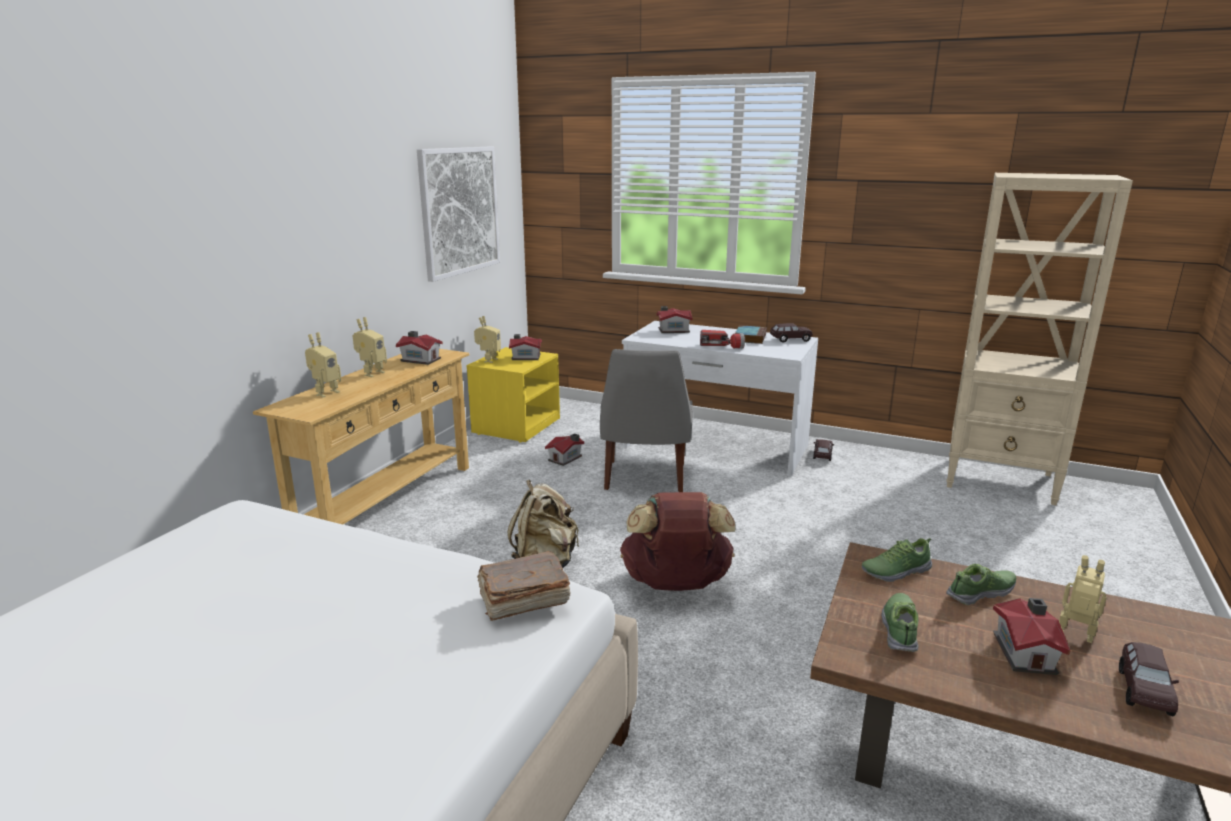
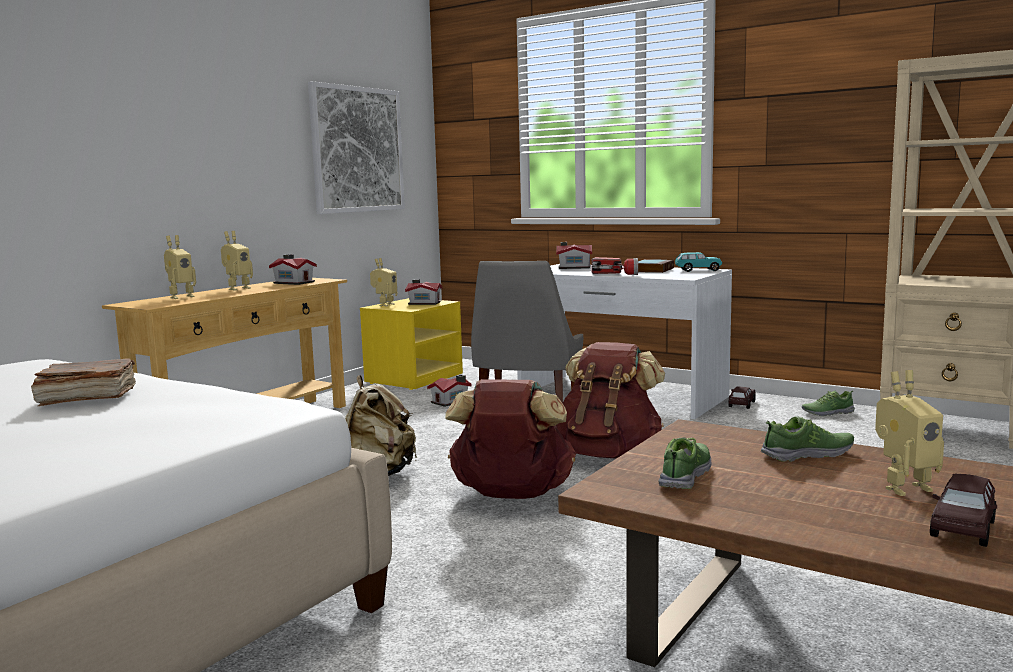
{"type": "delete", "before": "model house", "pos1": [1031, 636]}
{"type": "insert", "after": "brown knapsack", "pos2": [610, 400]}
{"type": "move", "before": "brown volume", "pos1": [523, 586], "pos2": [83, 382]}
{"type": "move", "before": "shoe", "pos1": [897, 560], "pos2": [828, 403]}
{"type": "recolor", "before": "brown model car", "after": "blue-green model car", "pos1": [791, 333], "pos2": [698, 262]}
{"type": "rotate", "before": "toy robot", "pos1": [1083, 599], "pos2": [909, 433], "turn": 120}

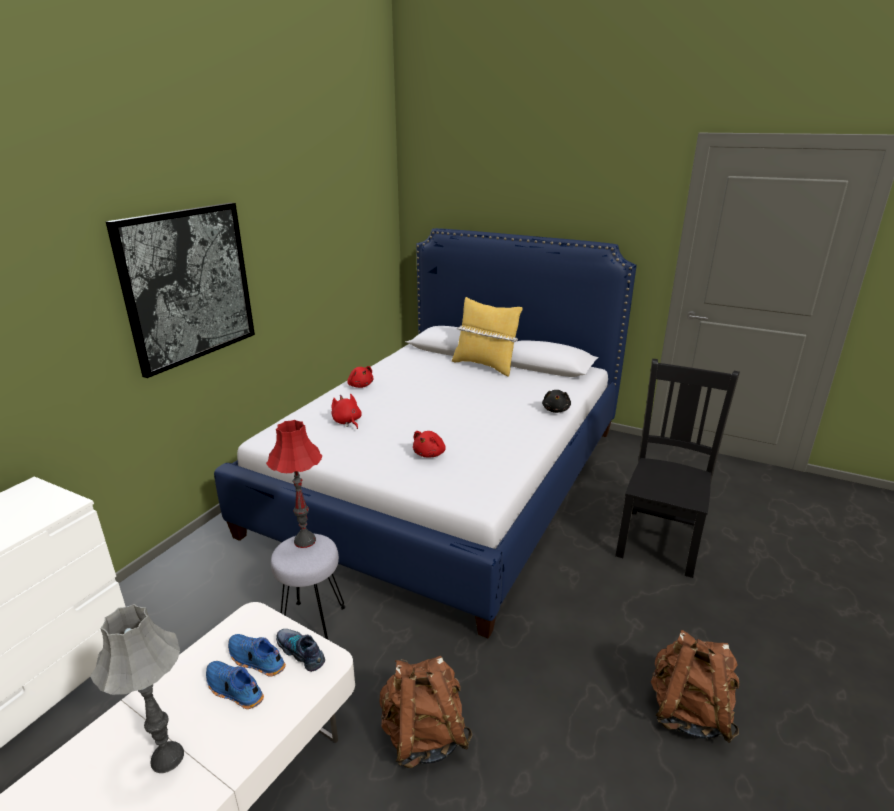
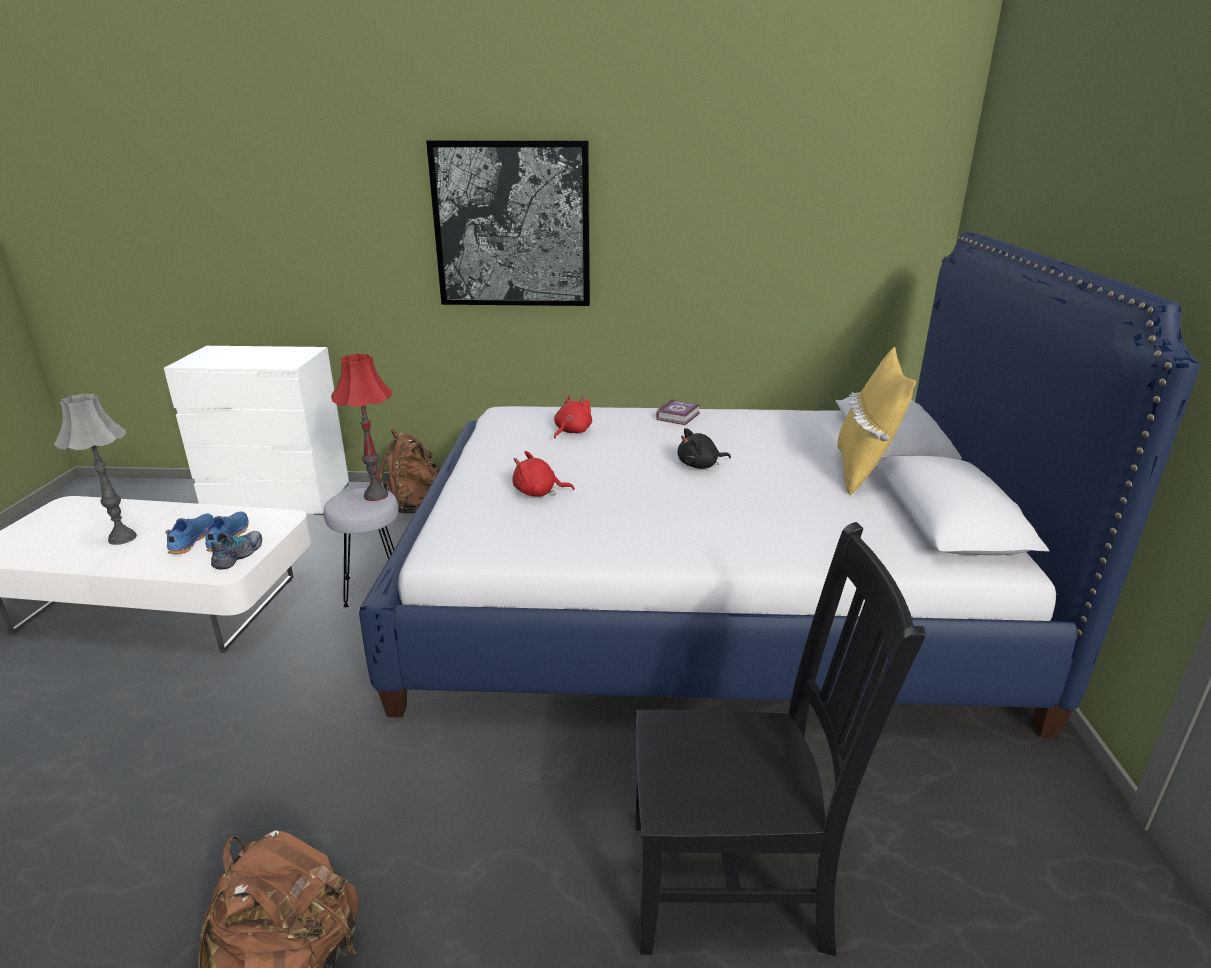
{"type": "move", "before": "brown knapsack", "pos1": [426, 711], "pos2": [408, 471]}
{"type": "move", "before": "black soft toy", "pos1": [556, 401], "pos2": [704, 448]}
{"type": "replace", "before": "reddish soft toy", "after": "volume", "pos1": [360, 377], "pos2": [678, 412]}

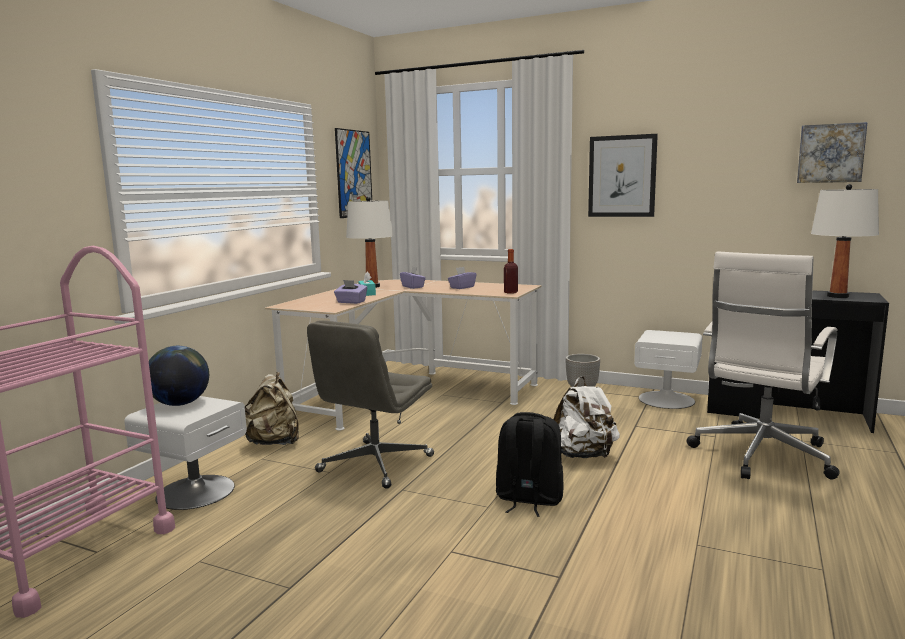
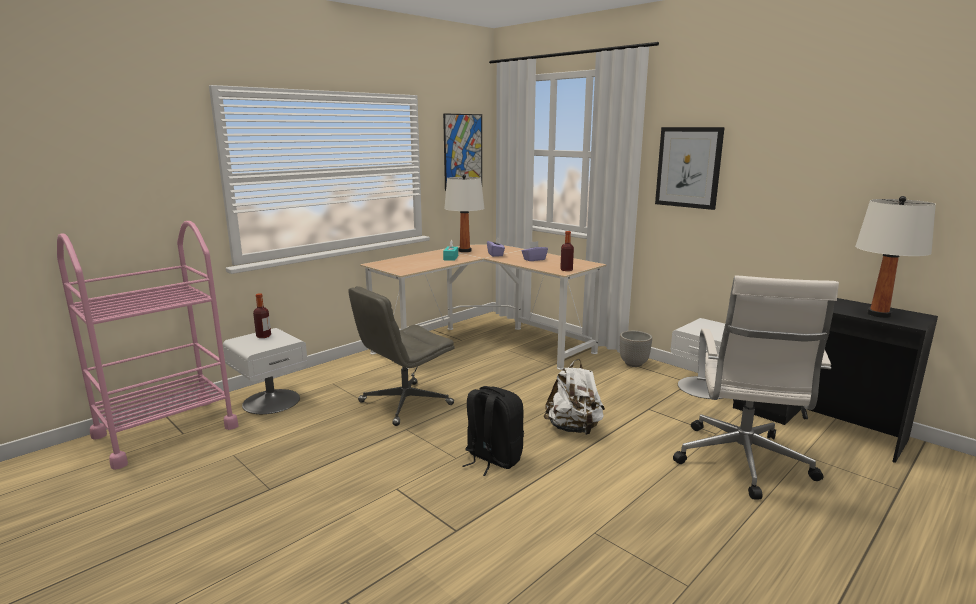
{"type": "delete", "before": "beige-coloured knapsack", "pos1": [271, 408]}
{"type": "delete", "before": "purple tissue holder", "pos1": [350, 292]}
{"type": "delete", "before": "wall art", "pos1": [832, 152]}
{"type": "replace", "before": "globe", "after": "bottle", "pos1": [179, 376], "pos2": [262, 315]}
{"type": "rotate", "before": "whitish computer chair", "pos1": [763, 365], "pos2": [756, 388], "turn": -45}

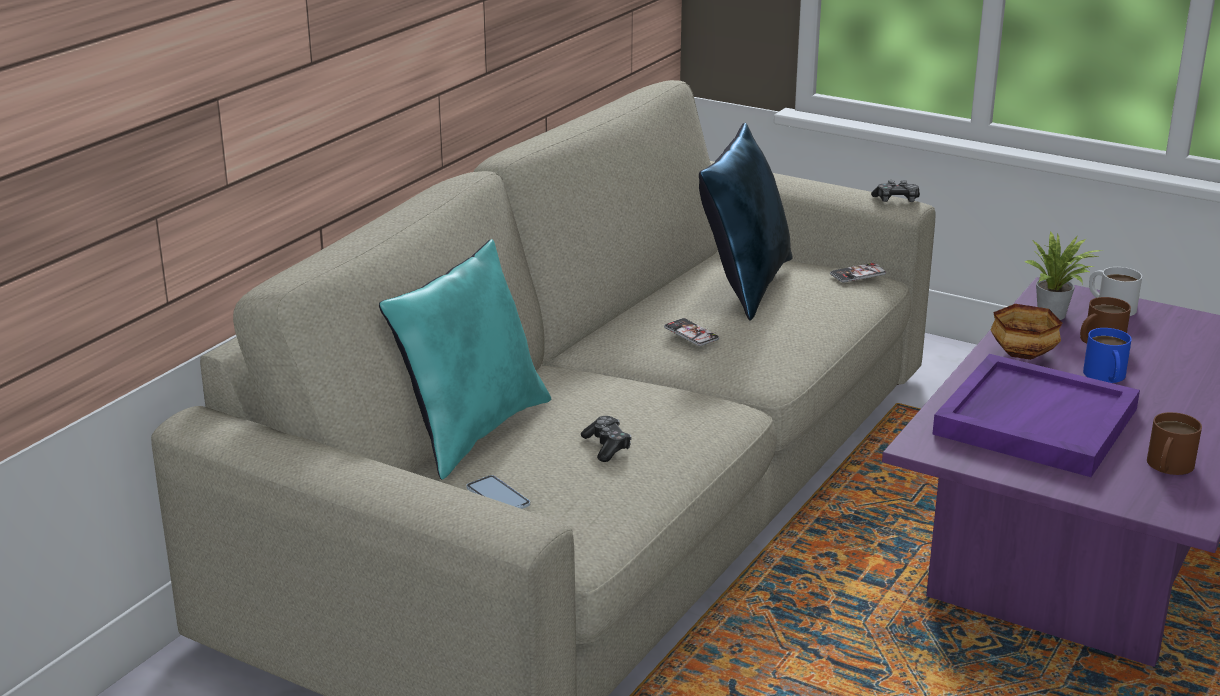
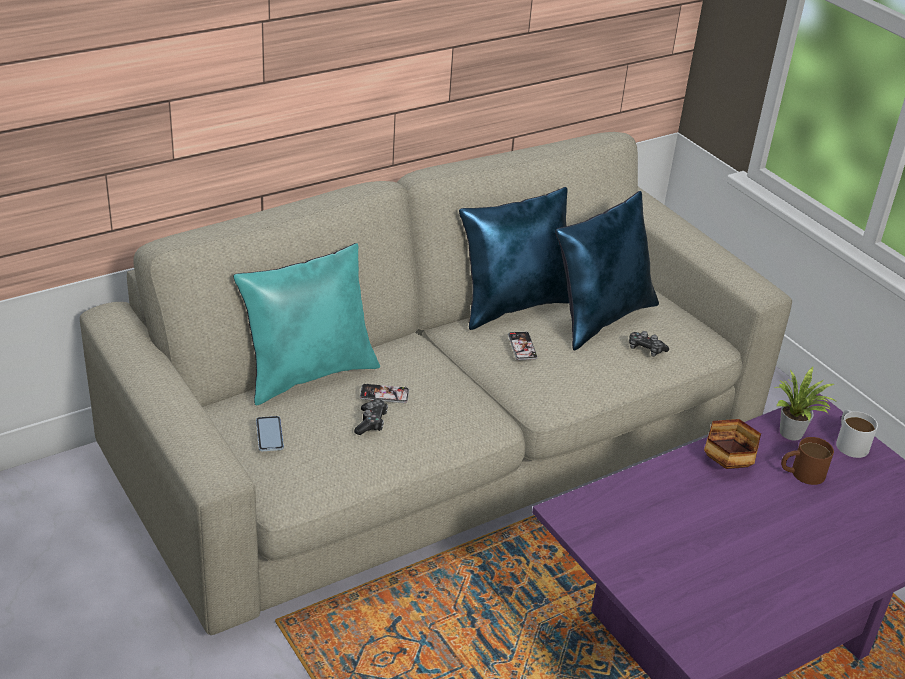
{"type": "delete", "before": "purple serving tray", "pos1": [1036, 415]}
{"type": "delete", "before": "blue coffee mug", "pos1": [1107, 355]}
{"type": "delete", "before": "brown coffee mug", "pos1": [1174, 443]}
{"type": "insert", "after": "blue throw pillow", "pos2": [514, 258]}
{"type": "move", "before": "handset", "pos1": [858, 272], "pos2": [384, 393]}
{"type": "move", "before": "gamepad", "pos1": [895, 191], "pos2": [649, 343]}

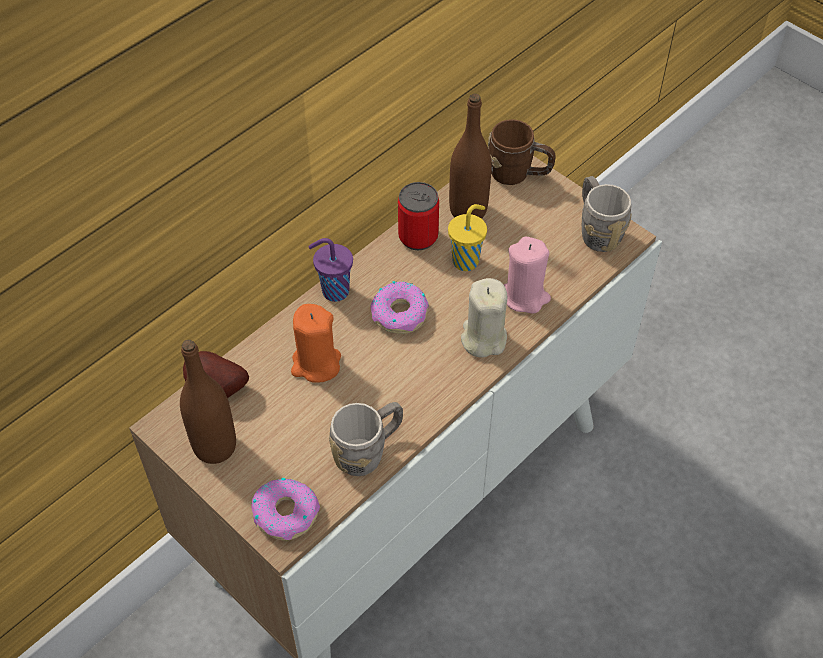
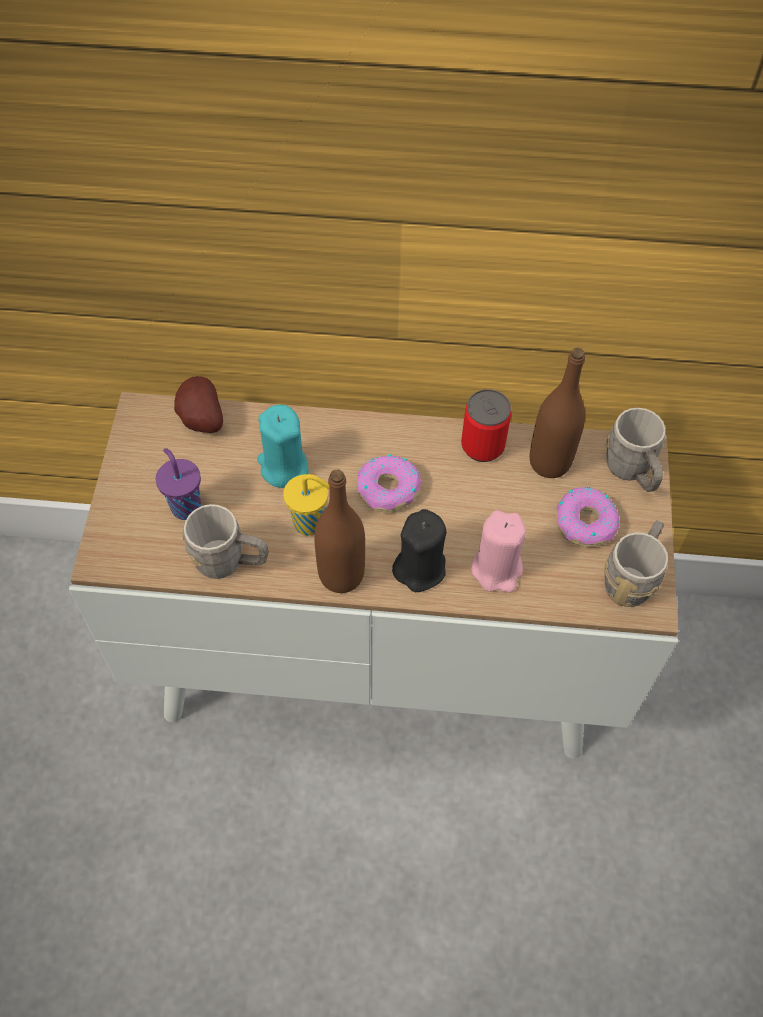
{"type": "move", "before": "brown bottle", "pos1": [208, 402], "pos2": [339, 531]}
{"type": "move", "before": "doughnut", "pos1": [285, 509], "pos2": [588, 517]}
{"type": "move", "before": "purple small cup", "pos1": [330, 270], "pos2": [178, 484]}
{"type": "move", "before": "yellow-coloured small cup", "pos1": [467, 237], "pos2": [306, 505]}
{"type": "recolor", "before": "orange-coloured wax light", "after": "blue-green wax light", "pos1": [316, 343], "pos2": [283, 446]}
{"type": "recolor", "before": "beige-coloured wax light", "after": "black wax light", "pos1": [484, 318], "pos2": [419, 550]}
{"type": "recolor", "before": "brown coffee mug", "after": "grey coffee mug", "pos1": [522, 152], "pos2": [635, 450]}

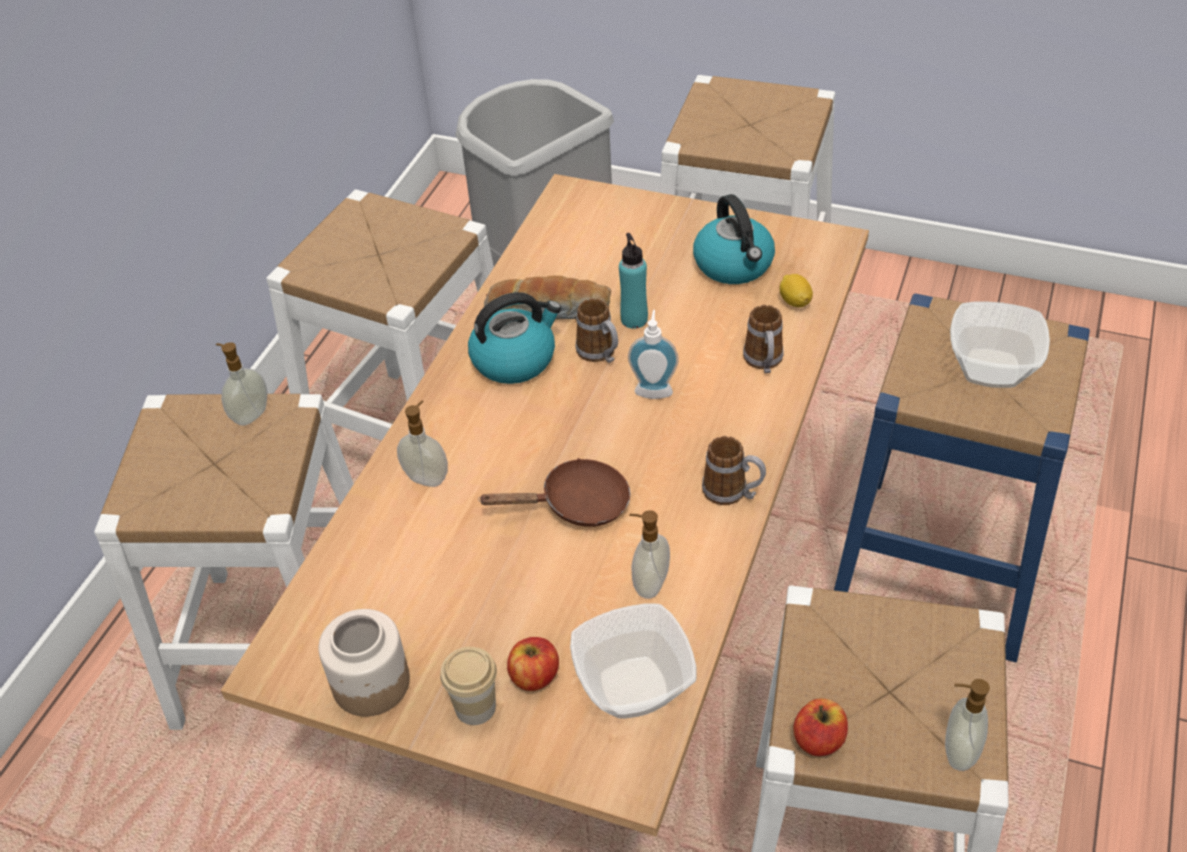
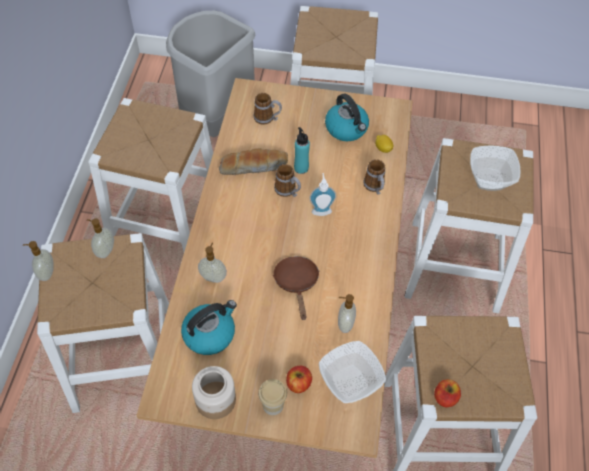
{"type": "move", "before": "tea kettle", "pos1": [514, 338], "pos2": [209, 327]}
{"type": "move", "before": "coffee mug", "pos1": [734, 470], "pos2": [268, 109]}
{"type": "move", "before": "soap bottle", "pos1": [967, 725], "pos2": [38, 261]}
{"type": "recolor", "before": "blue stool seat", "after": "whitish stool seat", "pos1": [962, 477], "pos2": [469, 225]}
{"type": "rotate", "before": "brown pan", "pos1": [554, 492], "pos2": [296, 288], "turn": -75}

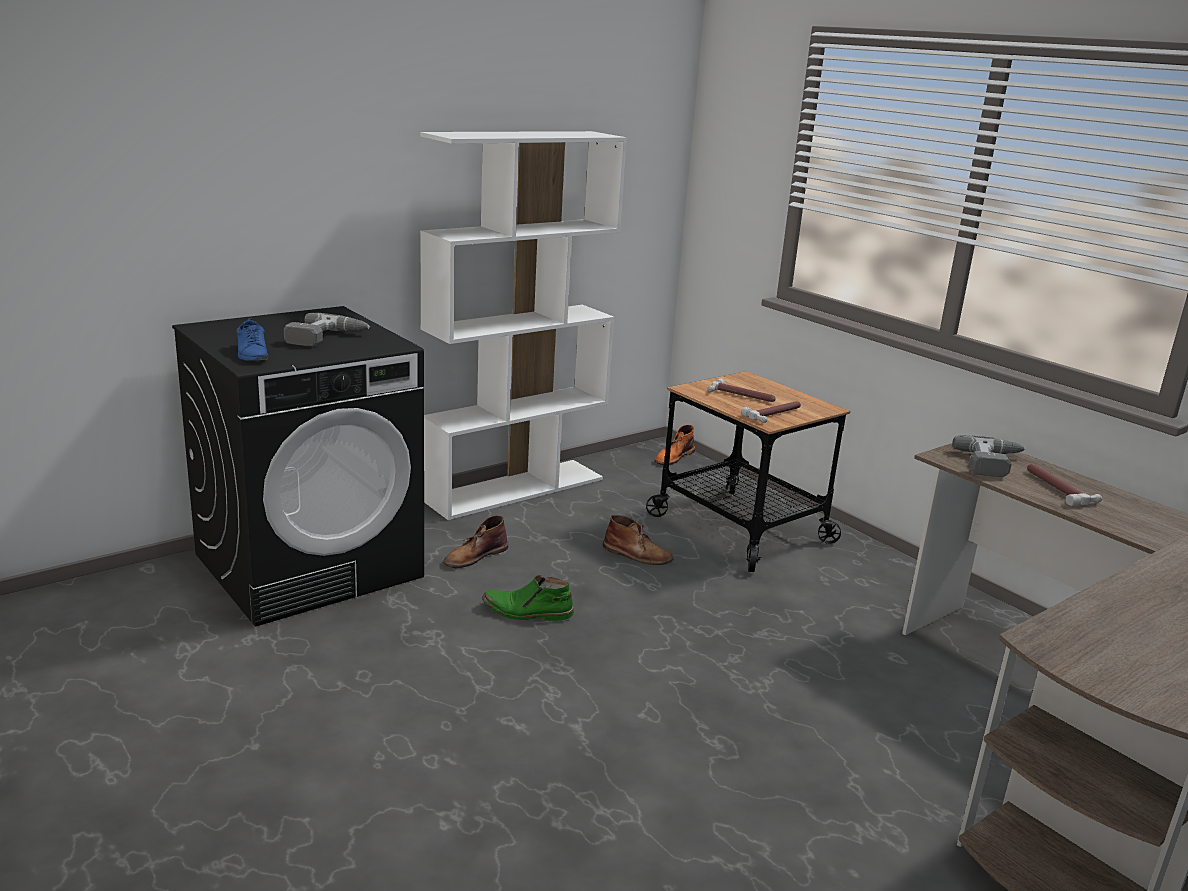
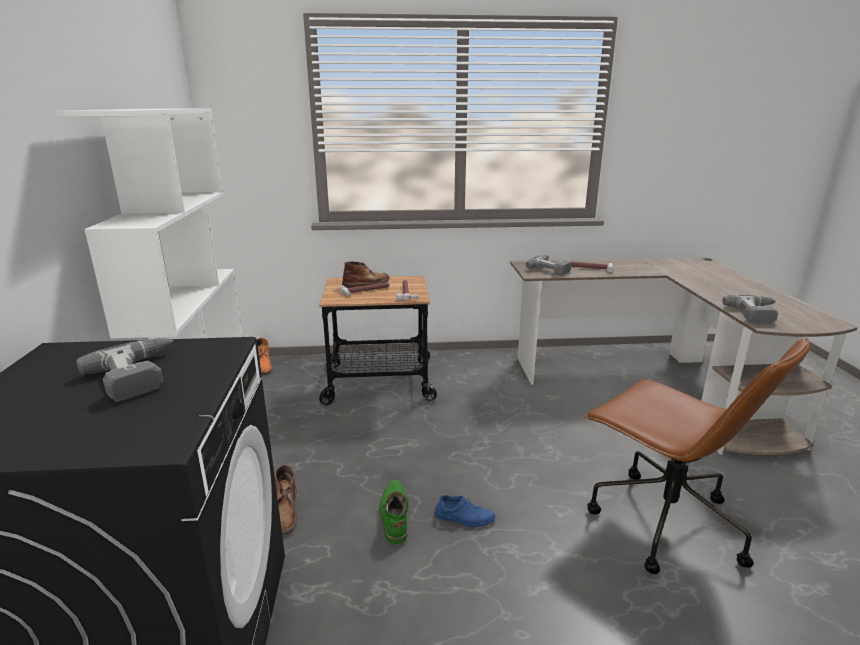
{"type": "insert", "after": "brown computer chair", "pos2": [697, 456]}
{"type": "insert", "after": "drill", "pos2": [750, 309]}
{"type": "move", "before": "blue shoe", "pos1": [252, 339], "pos2": [464, 511]}
{"type": "move", "before": "brown high-top boot", "pos1": [638, 540], "pos2": [366, 274]}
{"type": "rotate", "before": "greenish high-top boot", "pos1": [528, 598], "pos2": [394, 512], "turn": 135}

